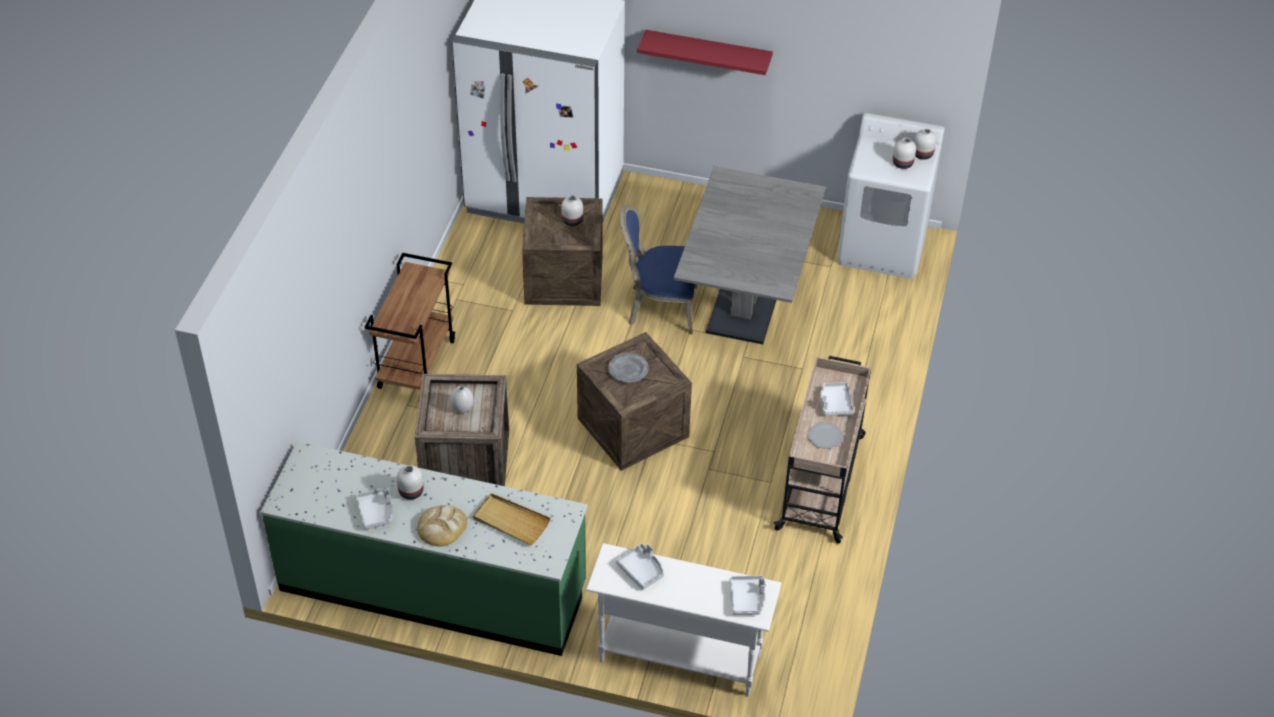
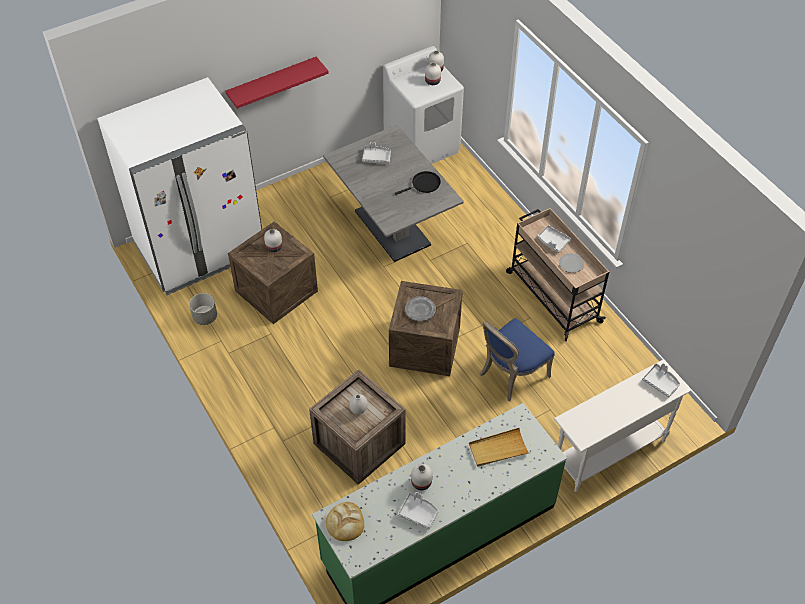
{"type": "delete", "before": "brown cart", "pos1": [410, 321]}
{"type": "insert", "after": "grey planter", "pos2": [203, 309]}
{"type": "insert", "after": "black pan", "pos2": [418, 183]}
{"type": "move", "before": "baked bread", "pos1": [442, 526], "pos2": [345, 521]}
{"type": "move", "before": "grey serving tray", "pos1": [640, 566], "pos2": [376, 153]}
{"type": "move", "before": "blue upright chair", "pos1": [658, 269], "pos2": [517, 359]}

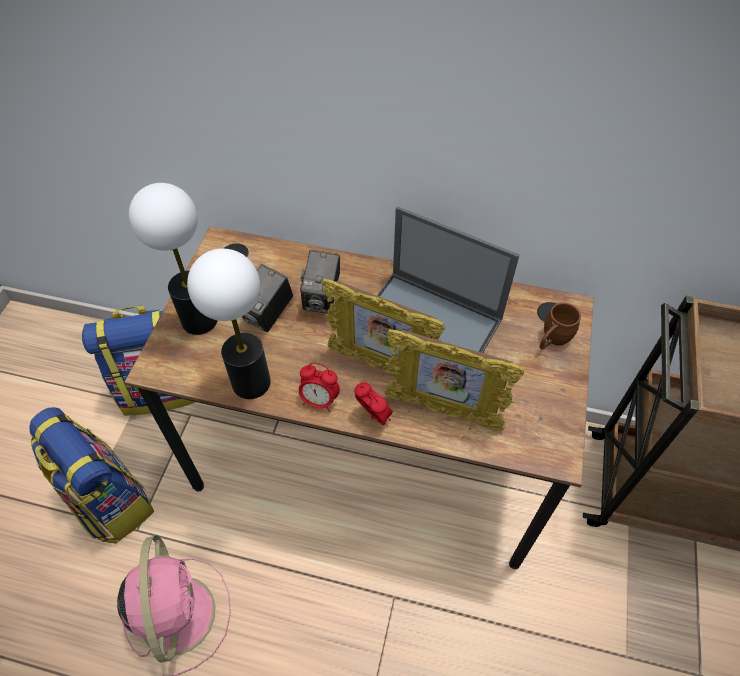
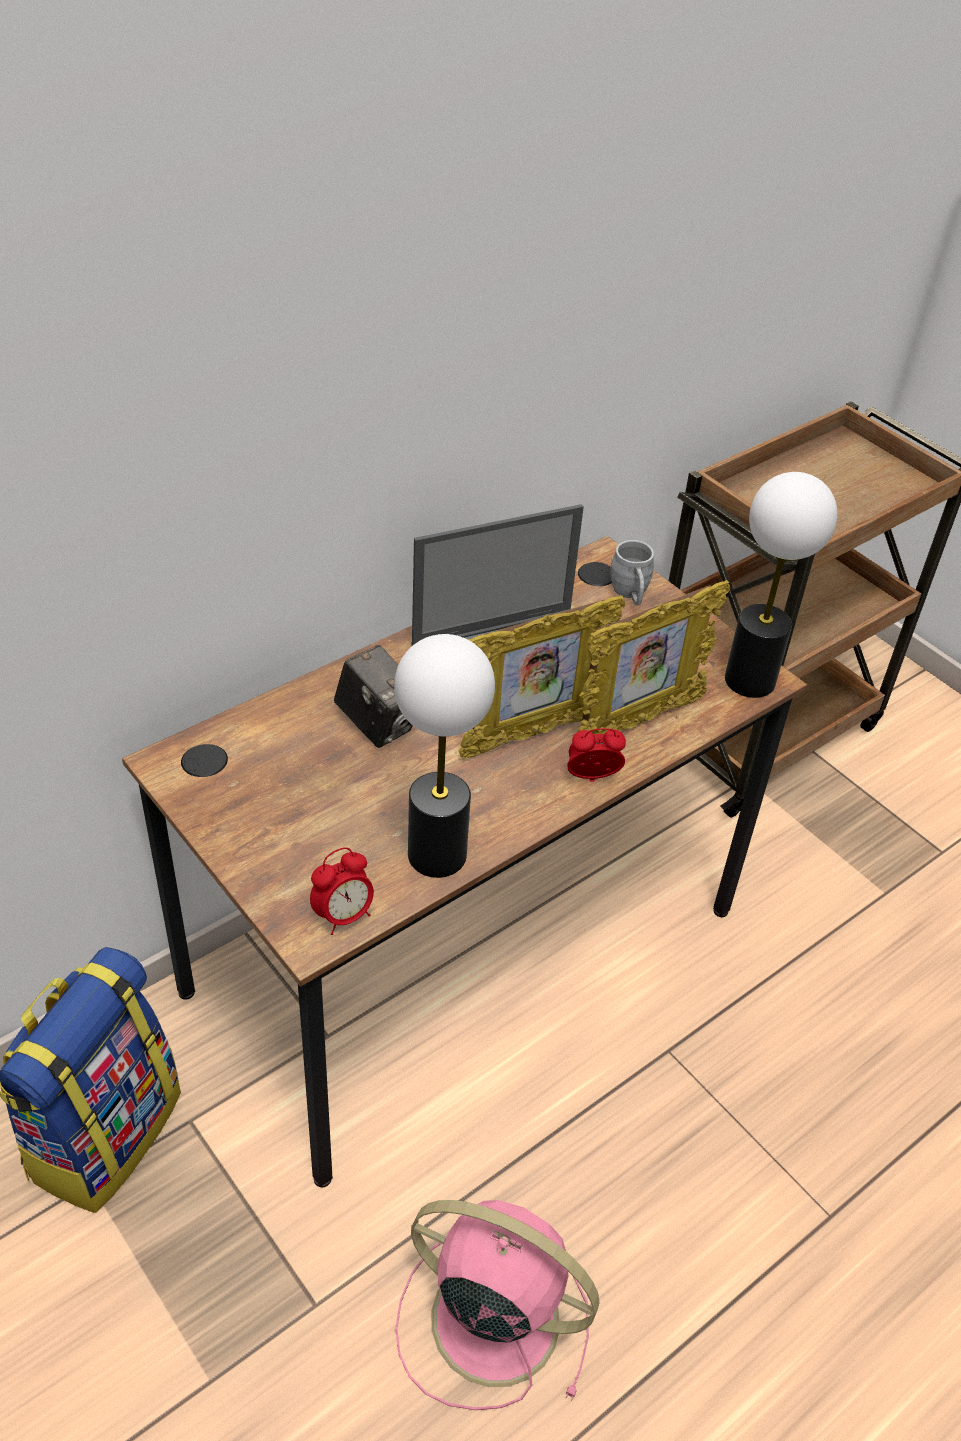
{"type": "delete", "before": "knapsack", "pos1": [91, 475]}
{"type": "delete", "before": "still camera", "pos1": [267, 298]}
{"type": "move", "before": "tabletop lamp", "pos1": [173, 259], "pos2": [781, 585]}
{"type": "move", "before": "alarm clock", "pos1": [319, 387], "pos2": [342, 891]}
{"type": "recolor", "before": "brown coffee mug", "after": "grey coffee mug", "pos1": [560, 326], "pos2": [632, 572]}

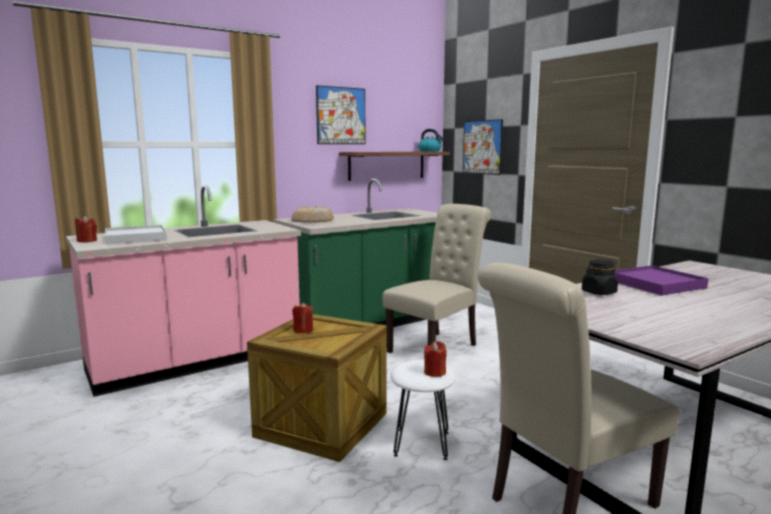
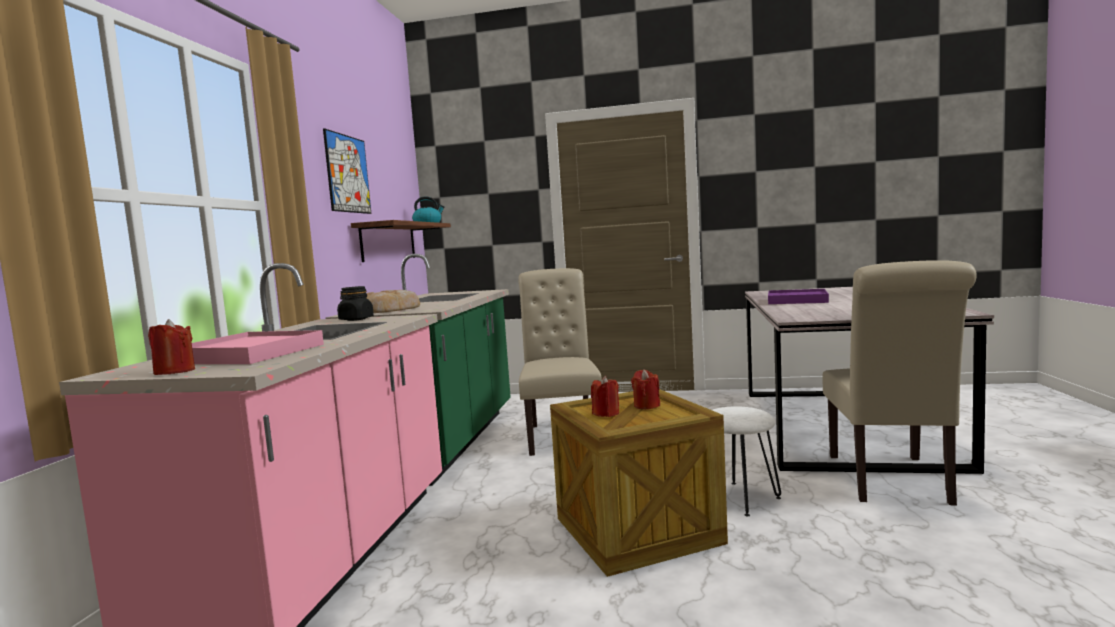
{"type": "delete", "before": "wall art", "pos1": [483, 147]}
{"type": "move", "before": "reddish wax light", "pos1": [435, 359], "pos2": [645, 389]}
{"type": "move", "before": "black jar", "pos1": [600, 277], "pos2": [355, 303]}
{"type": "recolor", "before": "whitish serving tray", "after": "pink-coloured serving tray", "pos1": [136, 234], "pos2": [258, 347]}

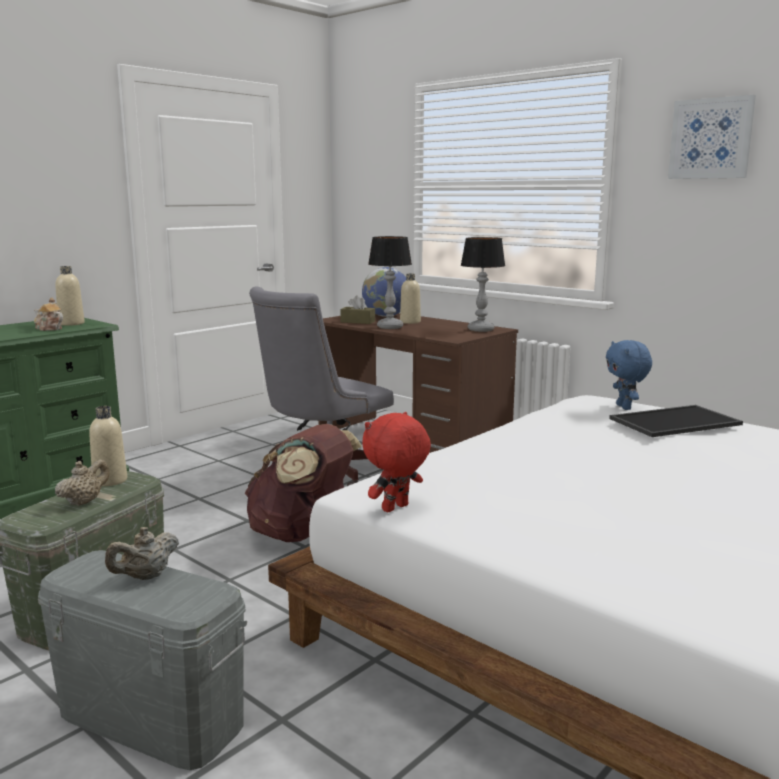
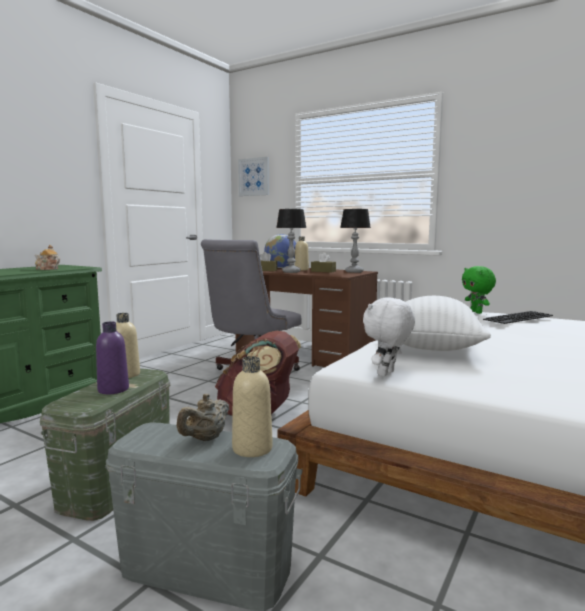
{"type": "insert", "after": "brown tissue holder", "pos2": [323, 262]}
{"type": "insert", "after": "whitish throw pillow", "pos2": [447, 323]}
{"type": "move", "before": "beige-coloured bottle", "pos1": [70, 296], "pos2": [252, 406]}
{"type": "move", "before": "wall art", "pos1": [712, 137], "pos2": [253, 176]}
{"type": "replace", "before": "beige-coloured tea pot", "after": "purple bottle", "pos1": [82, 482], "pos2": [112, 358]}
{"type": "replace", "before": "serving tray", "after": "PC keyboard", "pos1": [676, 421], "pos2": [518, 317]}
{"type": "recolor", "before": "reddish soft toy", "after": "whitish soft toy", "pos1": [396, 462], "pos2": [389, 337]}
{"type": "recolor", "before": "blue soft toy", "after": "greenish soft toy", "pos1": [629, 375], "pos2": [479, 290]}

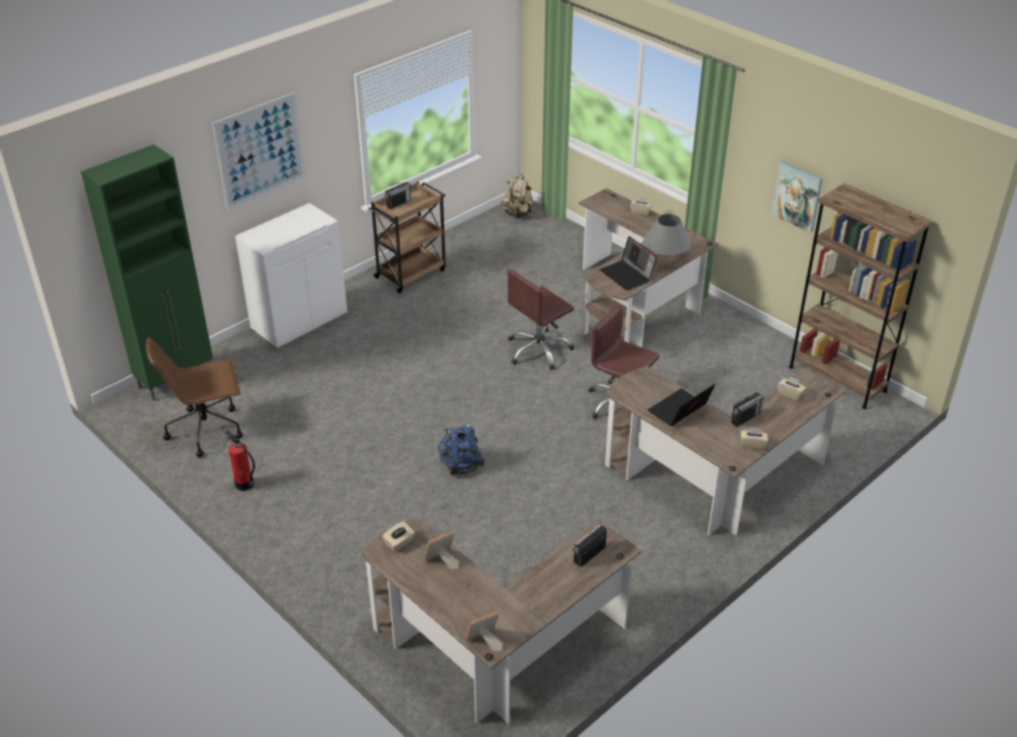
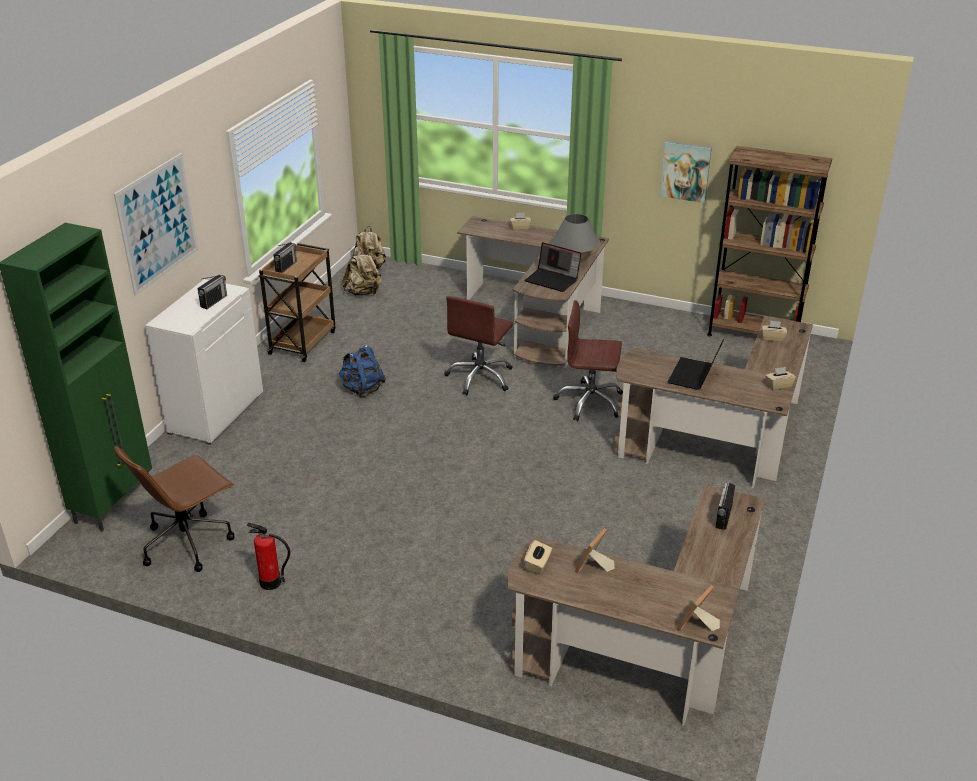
{"type": "insert", "after": "beige-coloured knapsack", "pos2": [362, 272]}
{"type": "move", "before": "blue knapsack", "pos1": [461, 450], "pos2": [362, 371]}
{"type": "move", "before": "radio", "pos1": [747, 410], "pos2": [212, 292]}

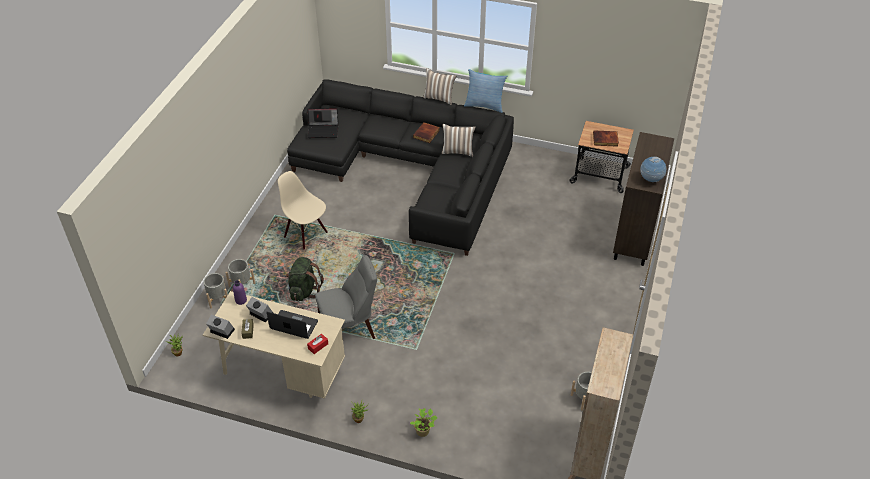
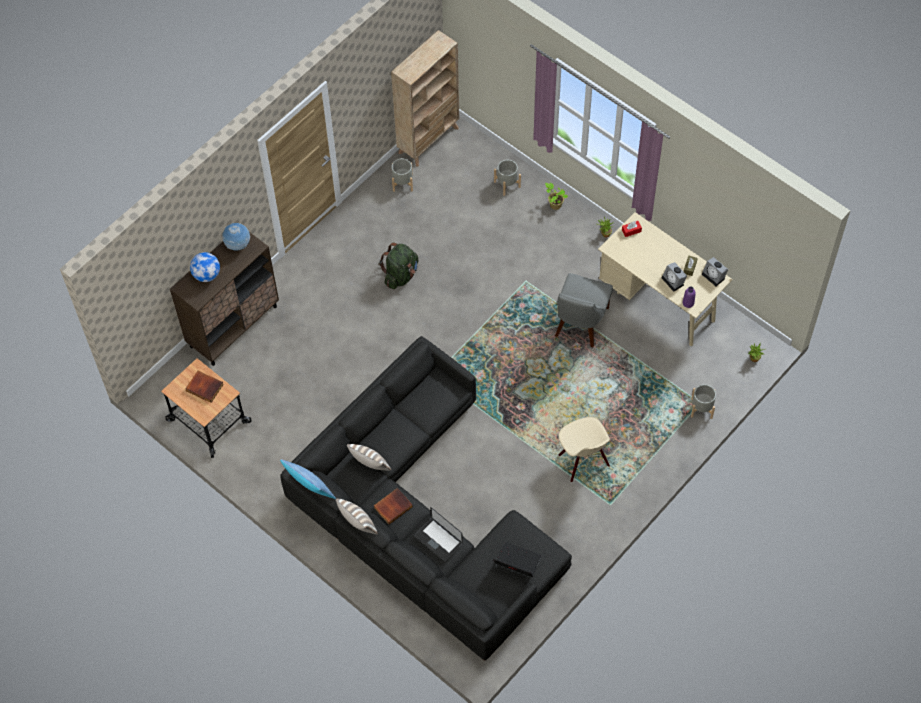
{"type": "insert", "after": "globe", "pos2": [205, 267]}
{"type": "move", "before": "grey planter", "pos1": [240, 273], "pos2": [507, 178]}
{"type": "move", "before": "portable computer", "pos1": [292, 324], "pos2": [438, 534]}
{"type": "move", "before": "greenish knapsack", "pos1": [305, 279], "pos2": [399, 266]}
{"type": "rotate", "before": "grey upright chair", "pos1": [346, 297], "pos2": [584, 310], "turn": -75}

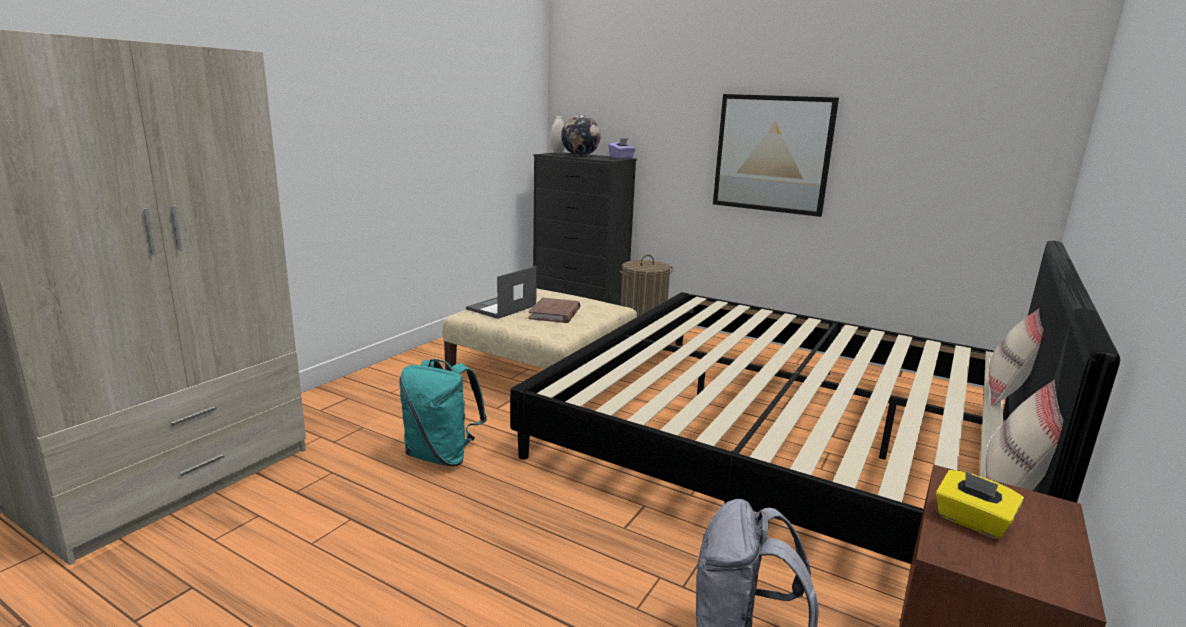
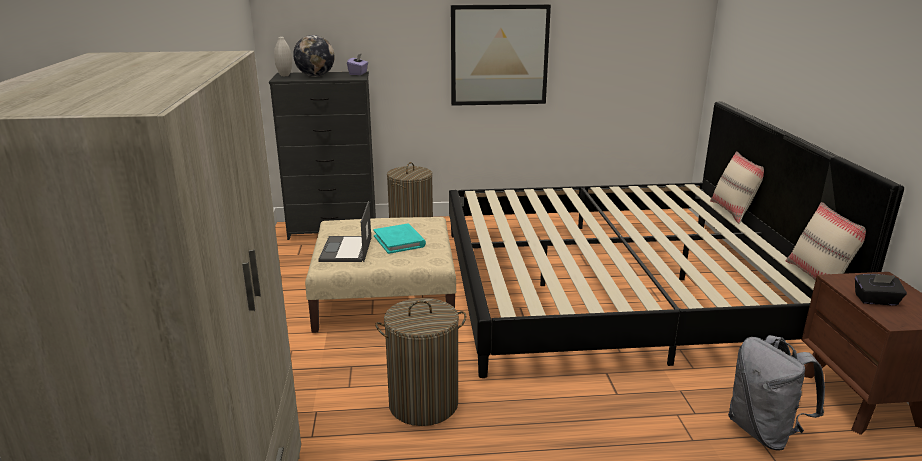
{"type": "replace", "before": "blue-green knapsack", "after": "laundry basket", "pos1": [443, 412], "pos2": [420, 362]}
{"type": "recolor", "before": "brown volume", "after": "blue-green volume", "pos1": [554, 310], "pos2": [399, 238]}
{"type": "recolor", "before": "yellow-coloured tissue holder", "after": "black tissue holder", "pos1": [980, 504], "pos2": [881, 290]}

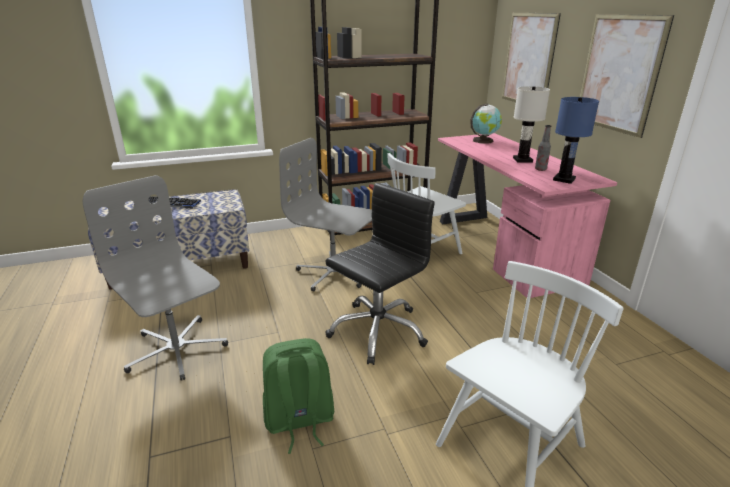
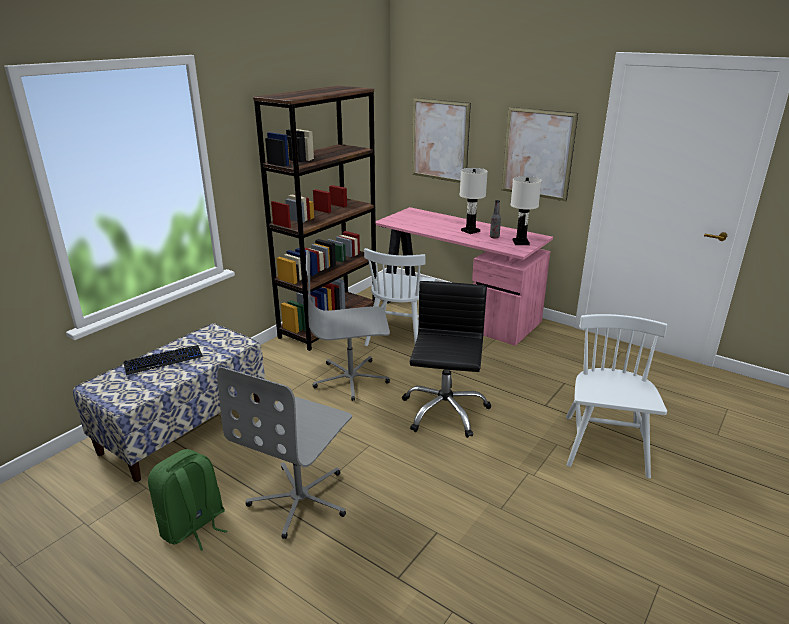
{"type": "delete", "before": "globe", "pos1": [486, 123]}
{"type": "move", "before": "greenish knapsack", "pos1": [298, 396], "pos2": [188, 500]}
{"type": "recolor", "before": "blue tabletop lamp", "after": "whitish tabletop lamp", "pos1": [576, 140], "pos2": [526, 210]}
{"type": "rotate", "before": "grey computer chair", "pos1": [155, 278], "pos2": [284, 453], "turn": -75}

